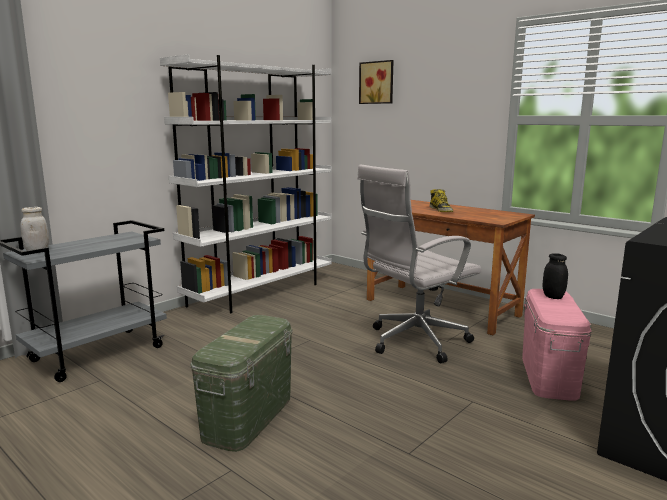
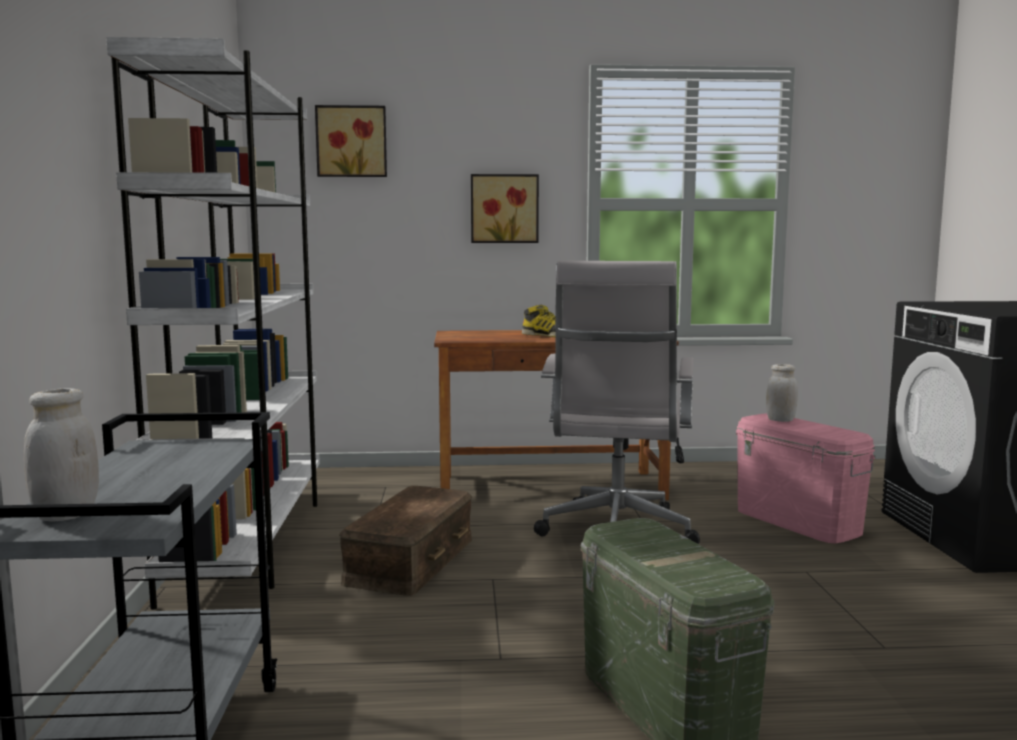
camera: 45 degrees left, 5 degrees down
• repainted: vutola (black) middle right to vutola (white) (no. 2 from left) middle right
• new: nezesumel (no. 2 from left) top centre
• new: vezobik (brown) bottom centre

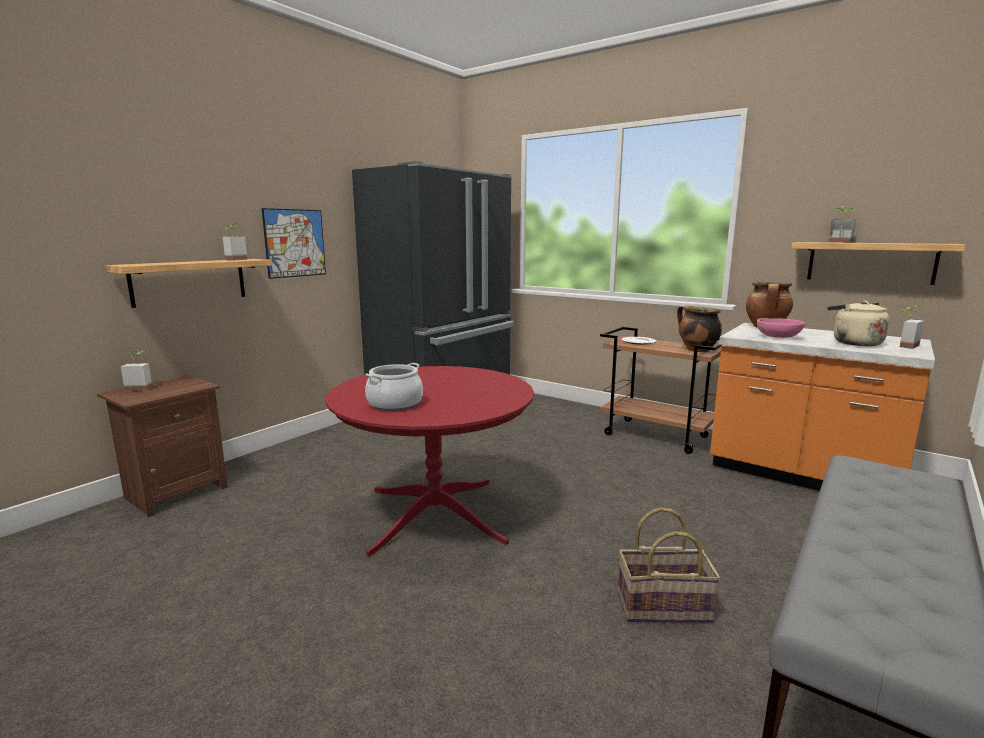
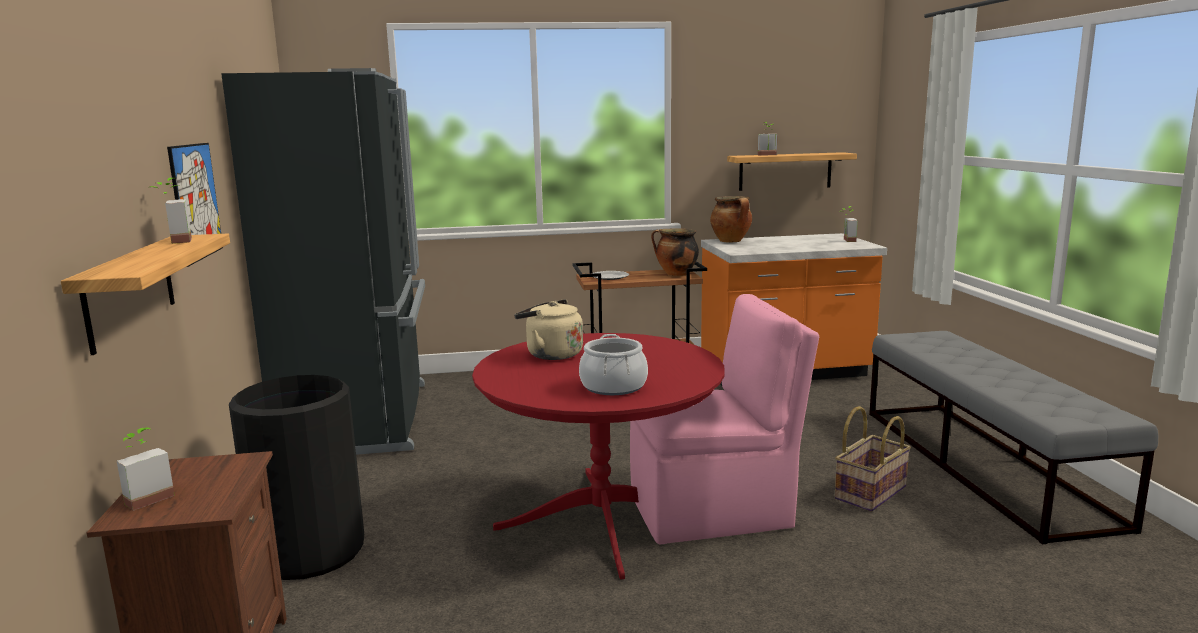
camera: 45 degrees left, 0 degrees up
• shifted: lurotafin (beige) middle right to centre
• gone: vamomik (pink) middle right
• new: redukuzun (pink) centre
• new: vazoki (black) bottom left

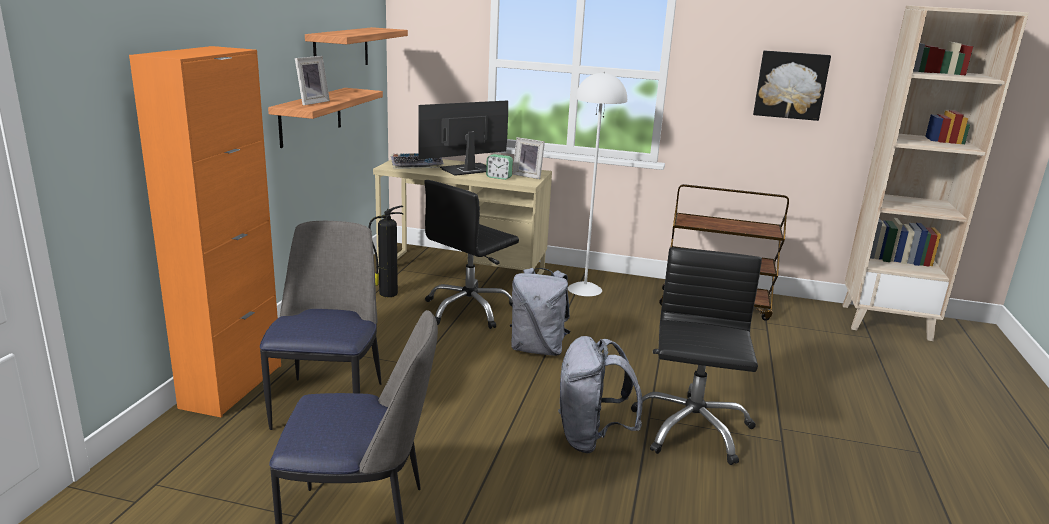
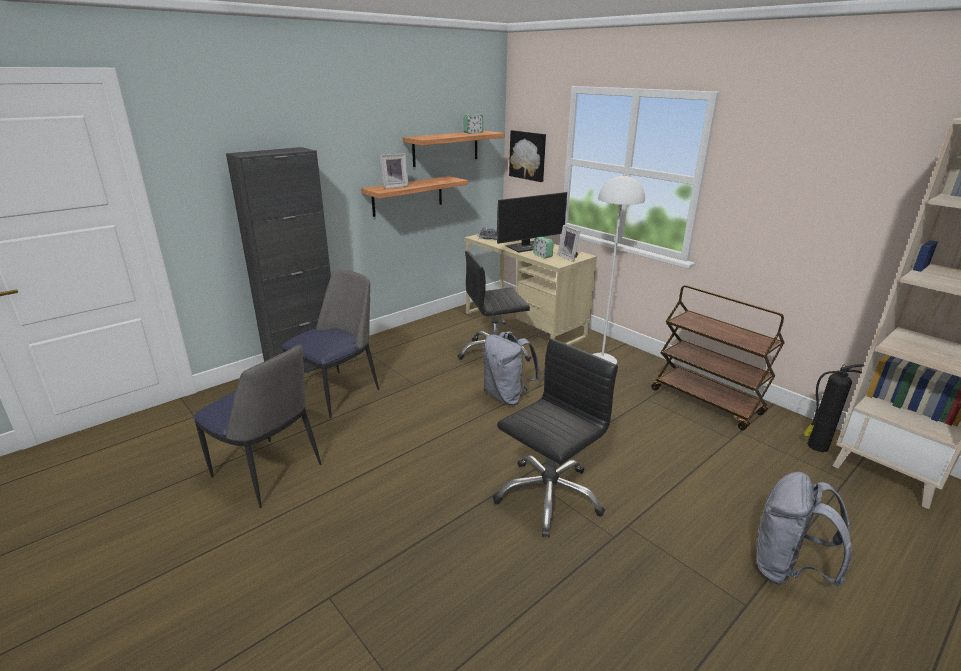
camera: 35 degrees right, 5 degrees up
• repainted: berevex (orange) middle left to berevex (black) middle left
• shifted: nezesumel top right to top centre
• rotated: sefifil top centre = top centre 150 degrees clockwise
• shifted: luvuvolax centre to middle right
• shifted: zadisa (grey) (no. 2 from left) bottom centre to bottom right
• new: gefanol (no. 1 from left) top centre

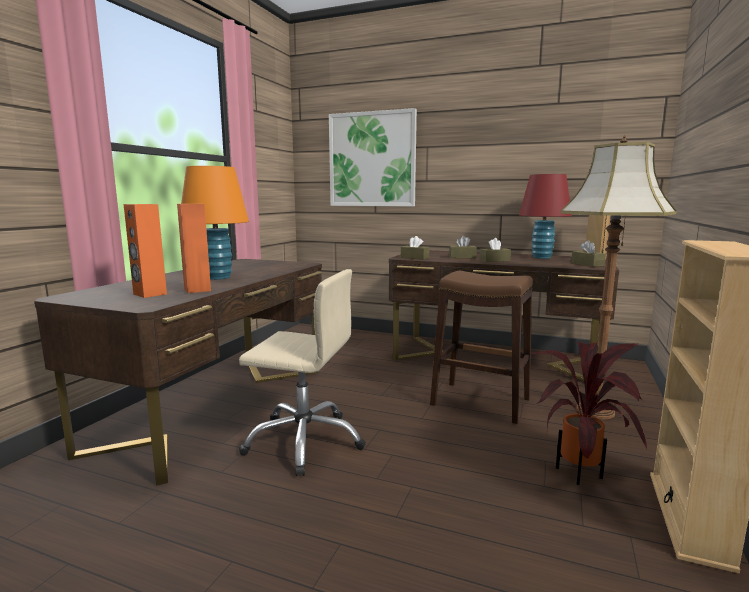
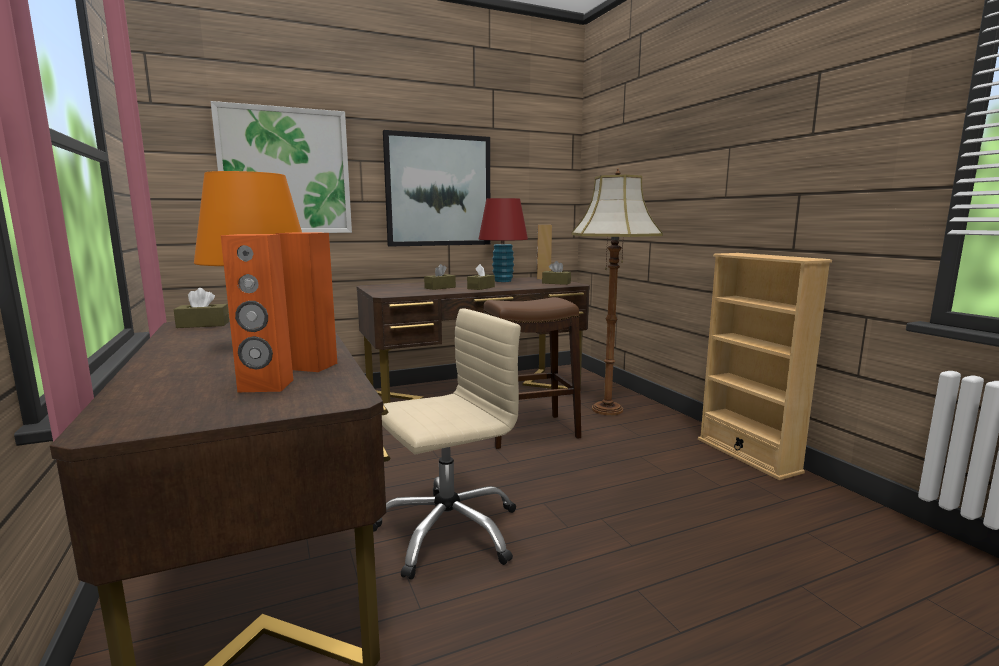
camera: 45 degrees left, 0 degrees up
• shifted: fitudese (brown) (no. 1 from left) centre to middle left
• gone: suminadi bottom right
• new: nezesumel (no. 2 from left) top centre

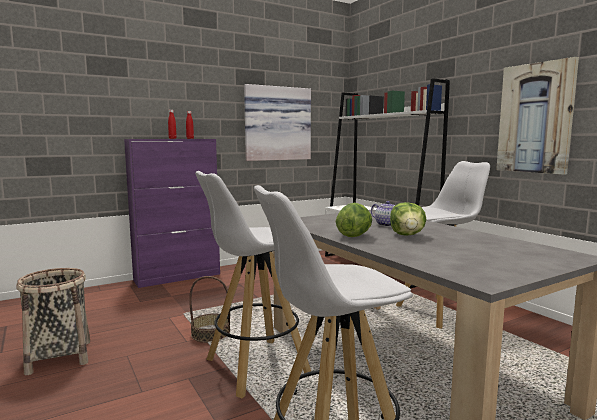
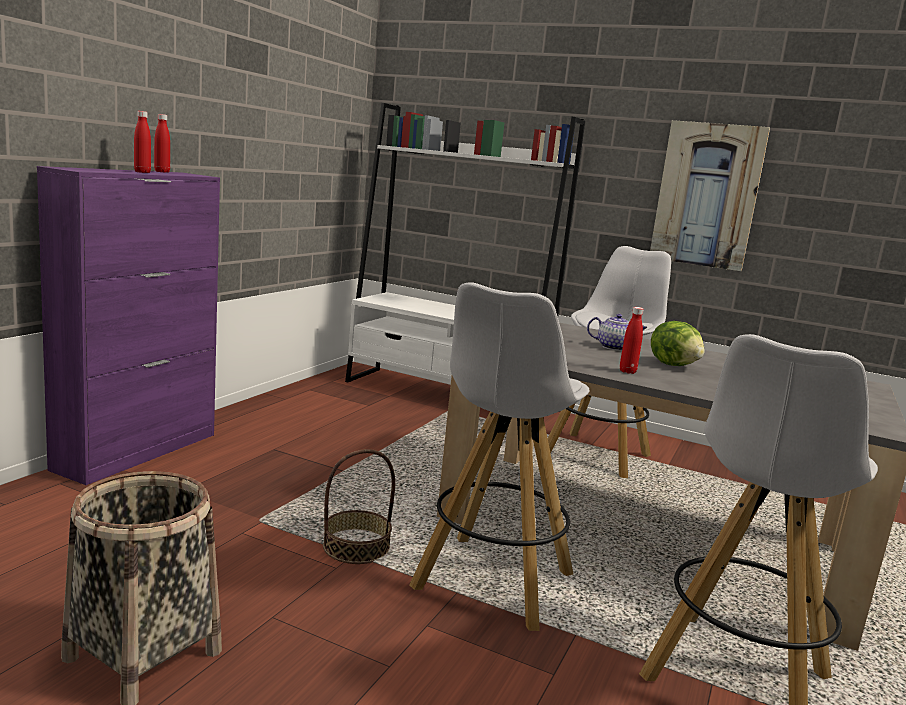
camera: 35 degrees left, 5 degrees up
• gone: nezesumel (no. 1 from left) top centre
• swapped: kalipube (no. 1 from left) centre to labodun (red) (no. 3 from left) middle right

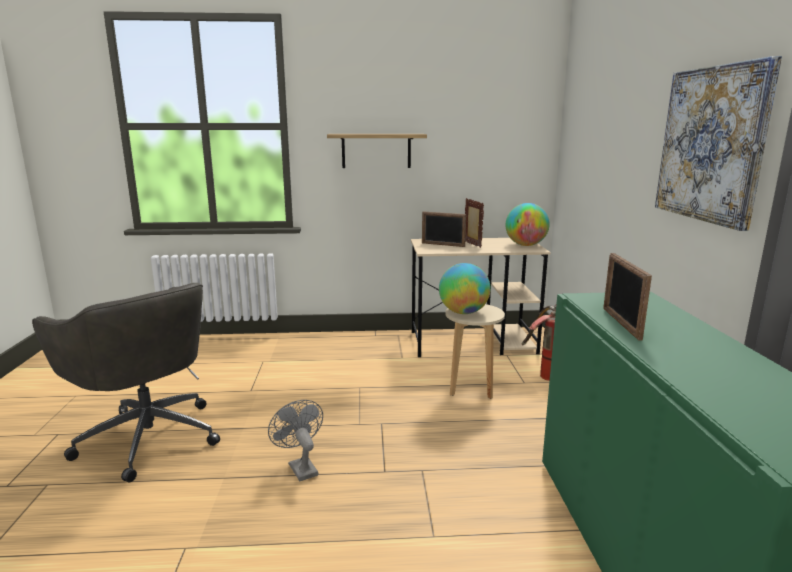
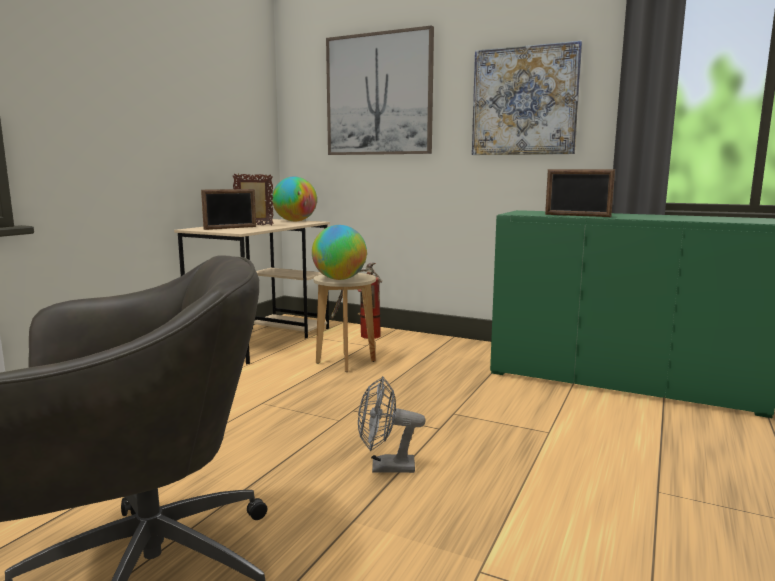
camera: 60 degrees left, 5 degrees down
• gone: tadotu top centre
• new: nezesumel (no. 1 from left) top centre

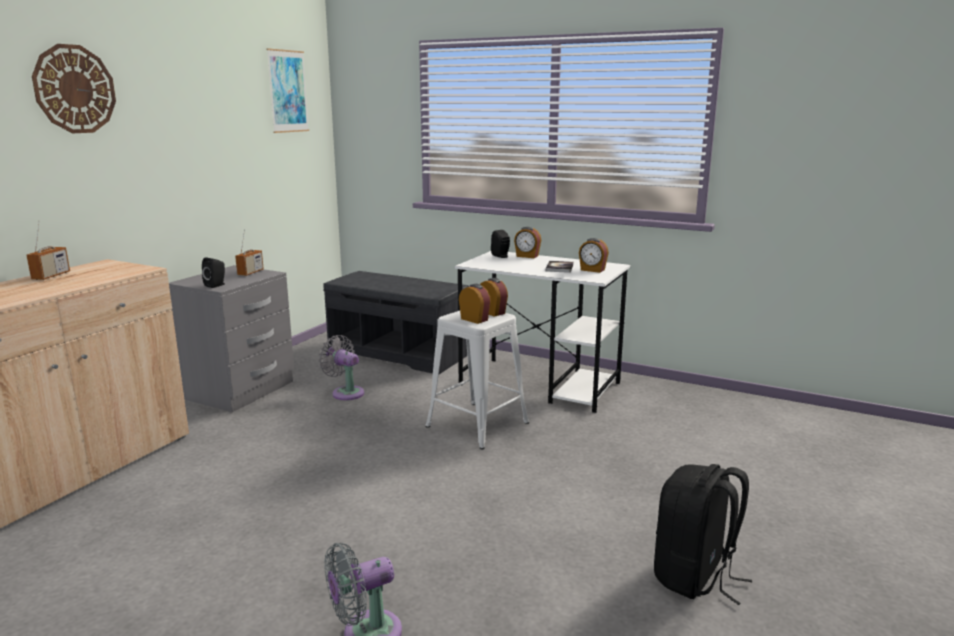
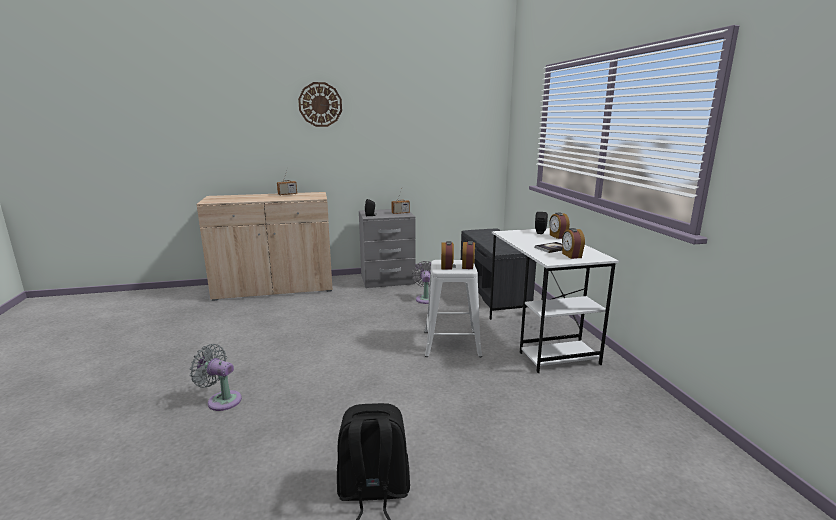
camera: 50 degrees right, 0 degrees up
• gone: nezesumel top left

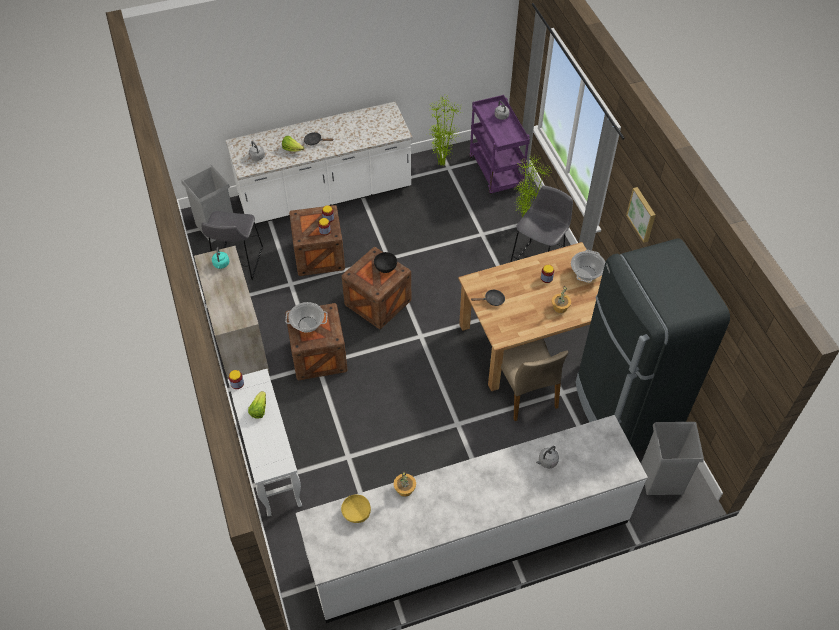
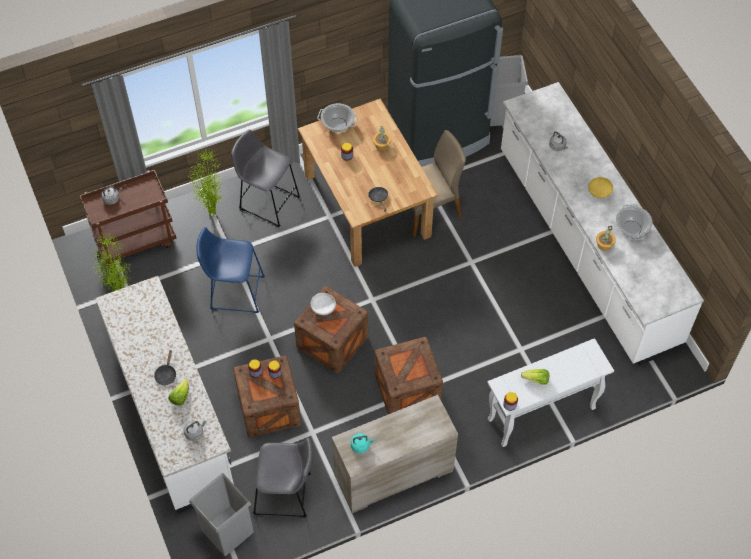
camera: 95 degrees left, 5 degrees up
• repainted: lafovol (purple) top centre to lafovol (brown) middle left
• gone: nezesumel middle right
• repainted: vamomik (black) centre to vamomik (white) centre
• shifted: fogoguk (no. 1 from left in the first image) centre to fogoguk (no. 2 from left) middle right
• shifted: vamomik (yellow) bottom centre to middle right
• new: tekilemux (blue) middle left

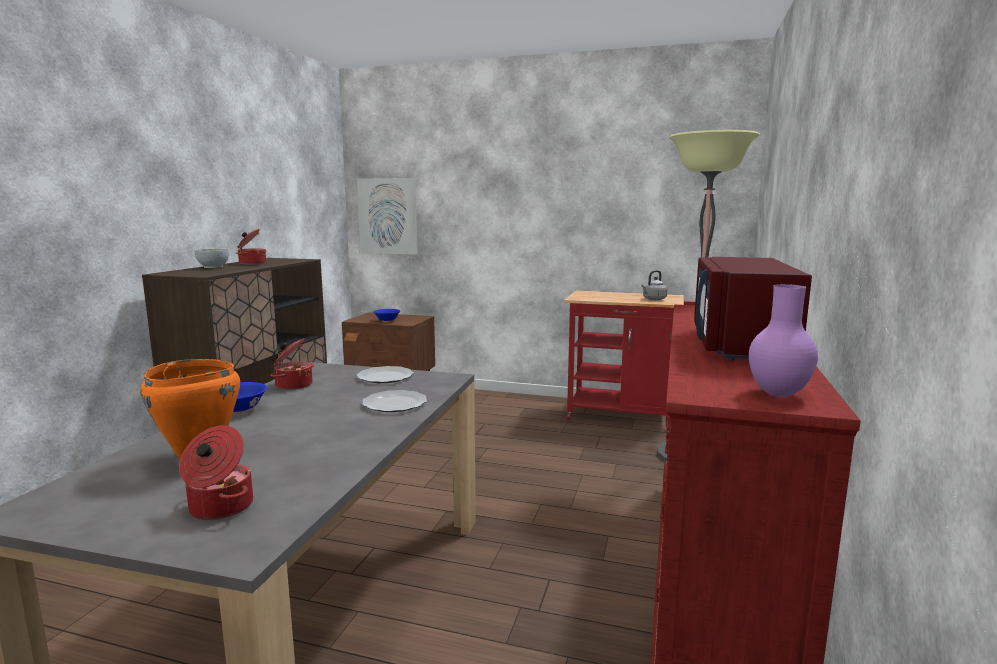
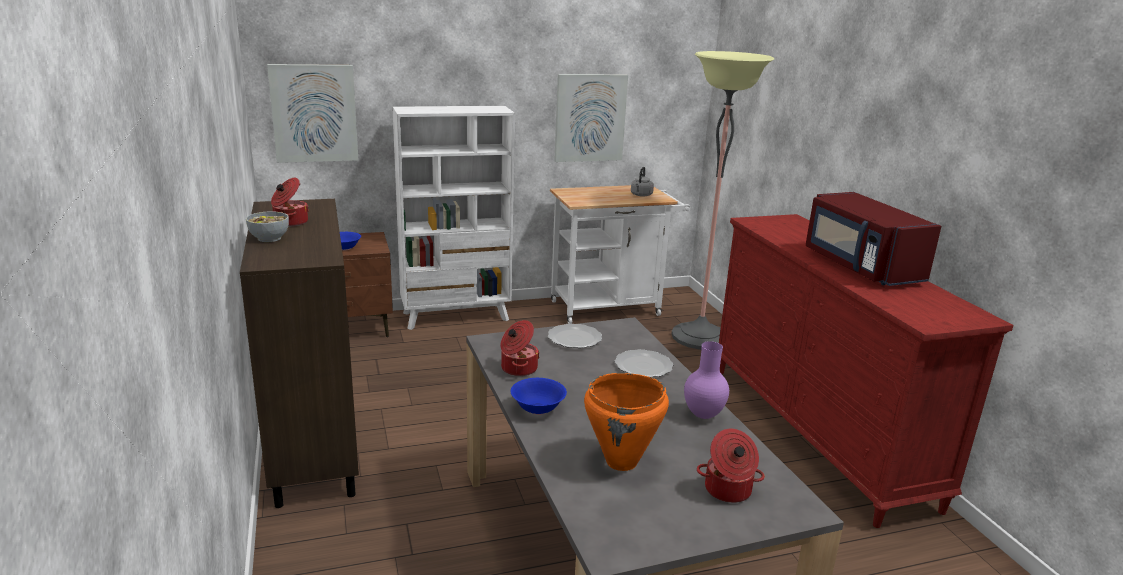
camera: 35 degrees left, 10 degrees up
• shifted: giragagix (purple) middle right to centre
• repainted: lafovol (red) centre to lafovol (white) centre
• new: nezesumel (no. 2 from left) top centre
• new: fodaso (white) centre

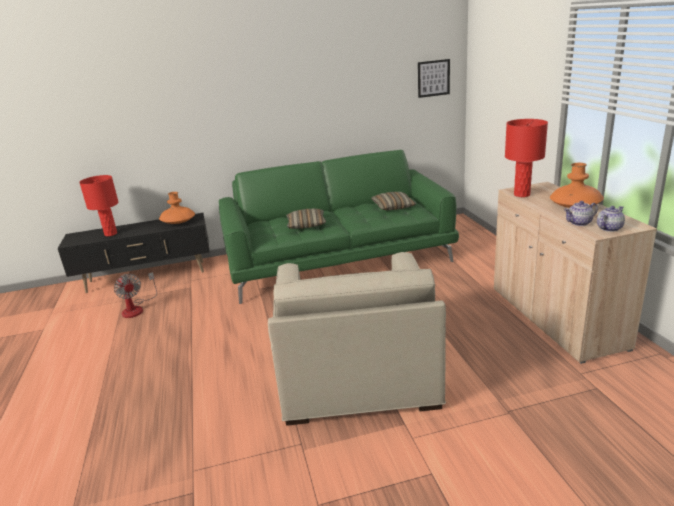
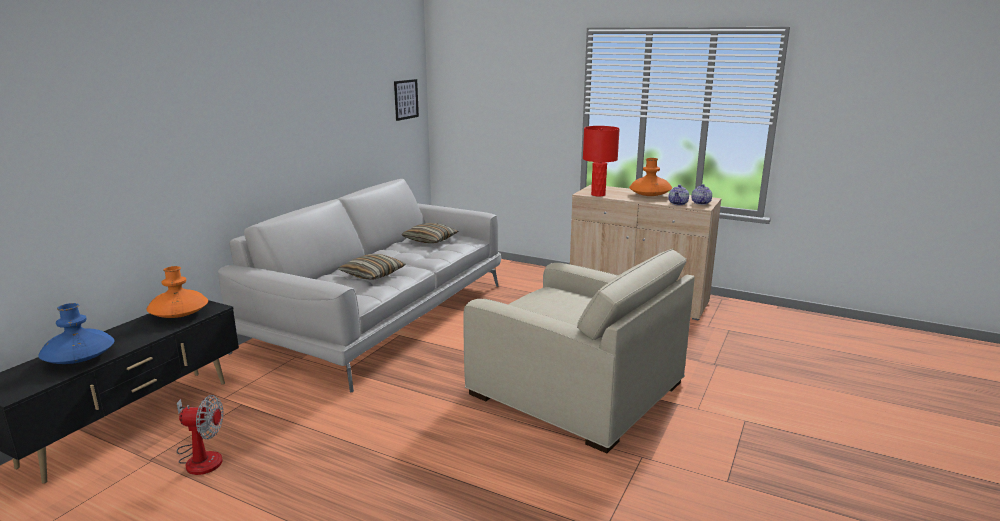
camera: 50 degrees left, 5 degrees down
• repainted: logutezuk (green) centre to logutezuk (grey) centre
• swapped: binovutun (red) (no. 1 from left) middle left to giragagix (blue) middle left

